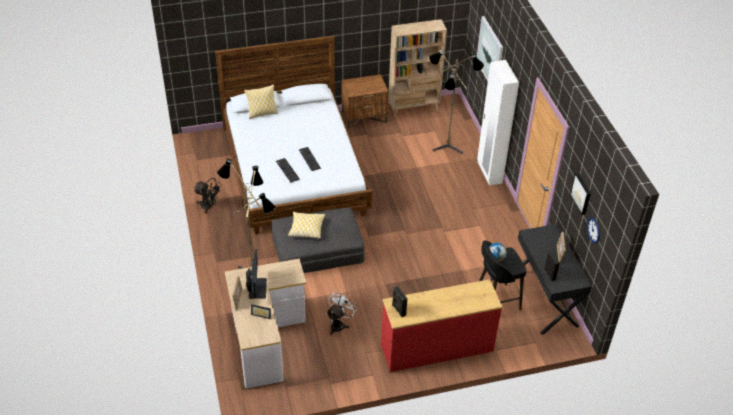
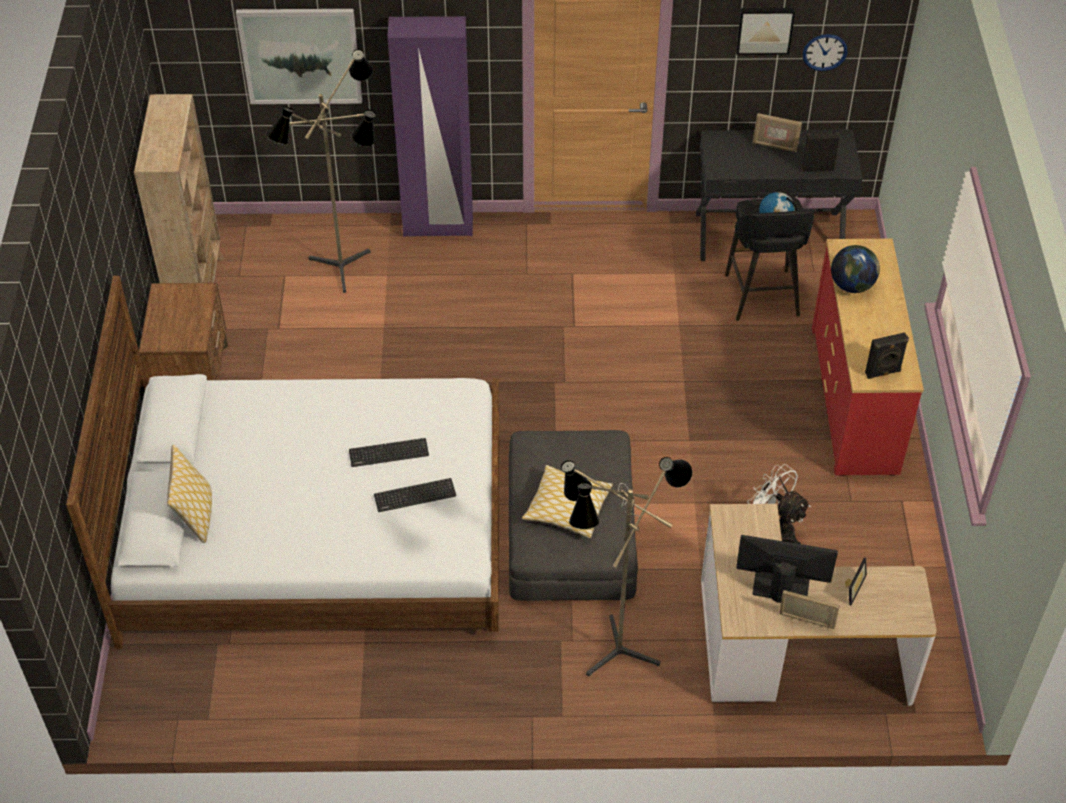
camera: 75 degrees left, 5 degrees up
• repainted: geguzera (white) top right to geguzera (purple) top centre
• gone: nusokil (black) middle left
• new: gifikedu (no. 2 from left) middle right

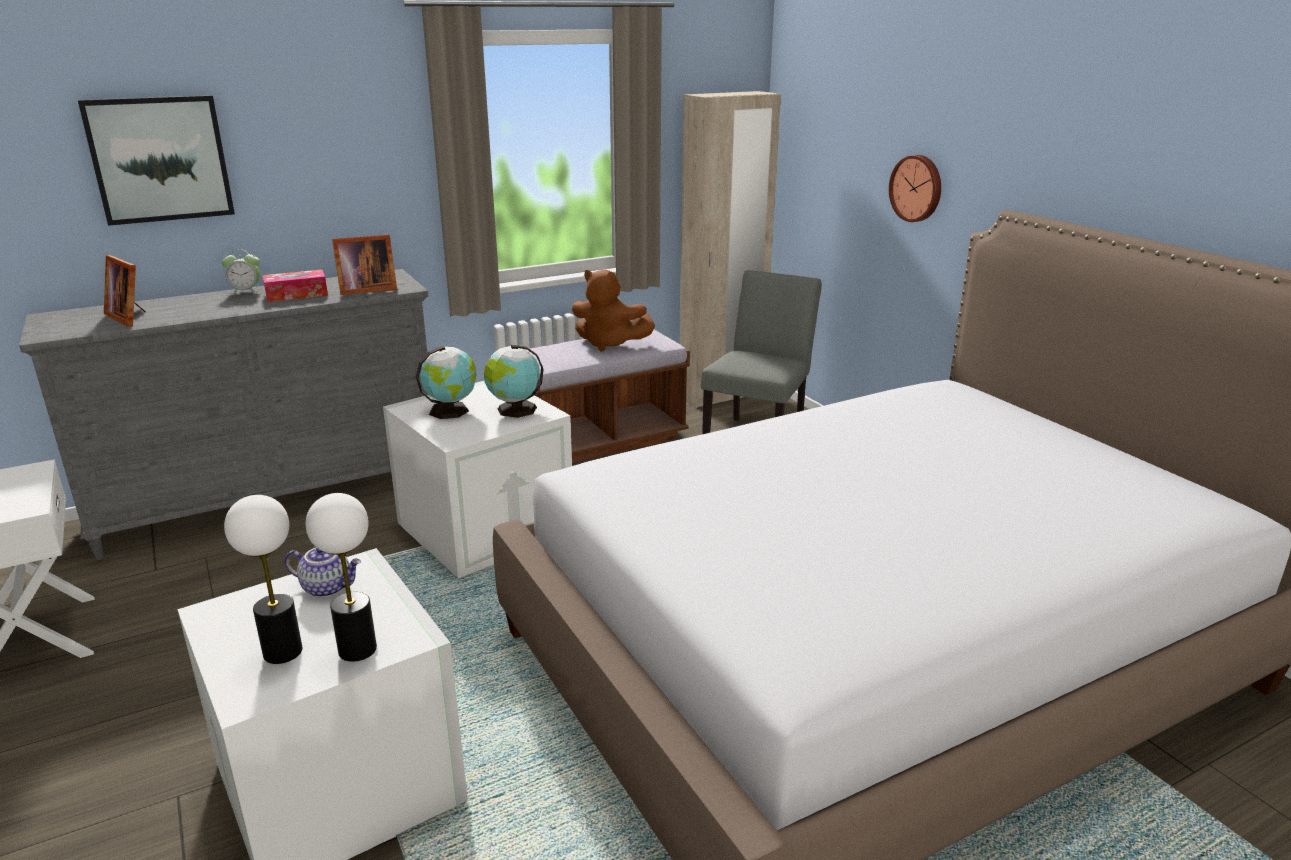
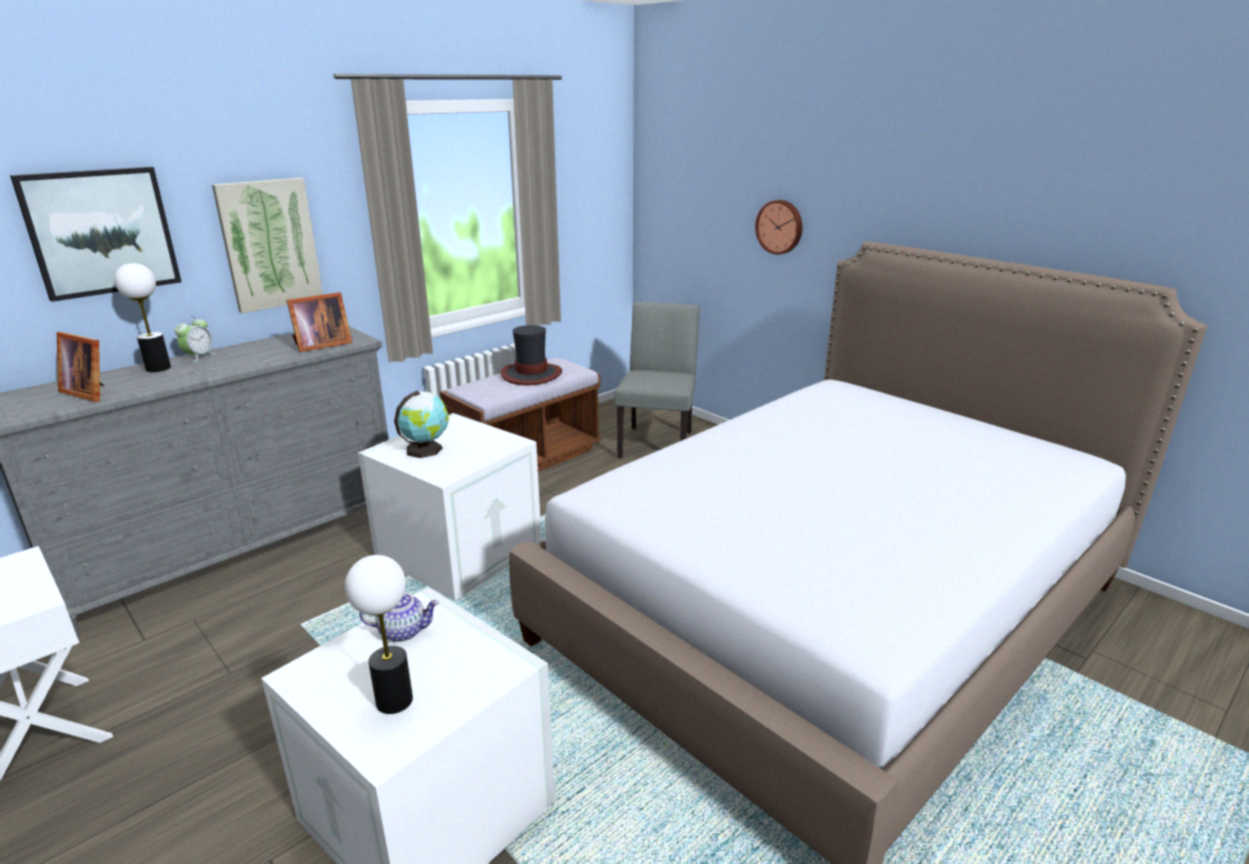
camera: 15 degrees left, 0 degrees up
• gone: geguzera (beige) top centre
• rotated: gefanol top left = middle left 45 degrees counterclockwise
• gone: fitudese top left
• swapped: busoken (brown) centre to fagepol centre
• gone: gifikedu (no. 2 from left) centre
• shifted: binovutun (no. 2 from left in the first image) bottom left to binovutun (no. 1 from left) middle left
• new: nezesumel (no. 2 from left) top left

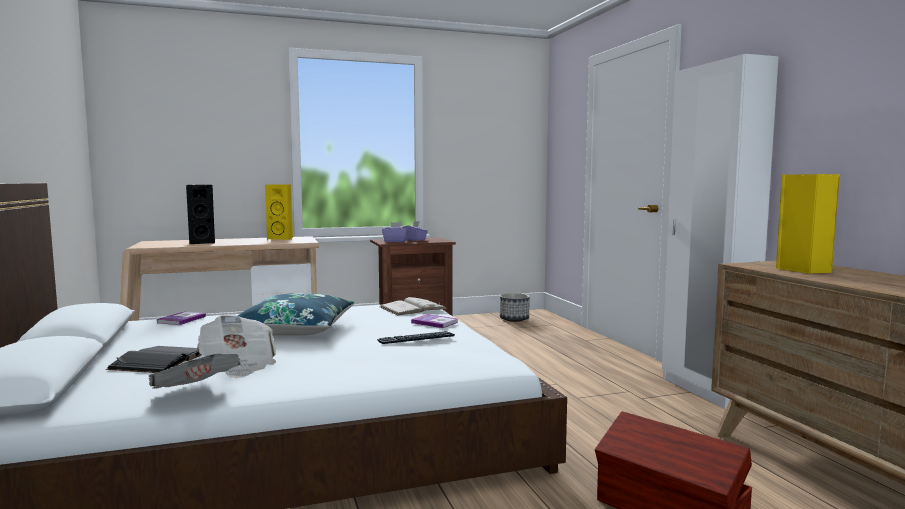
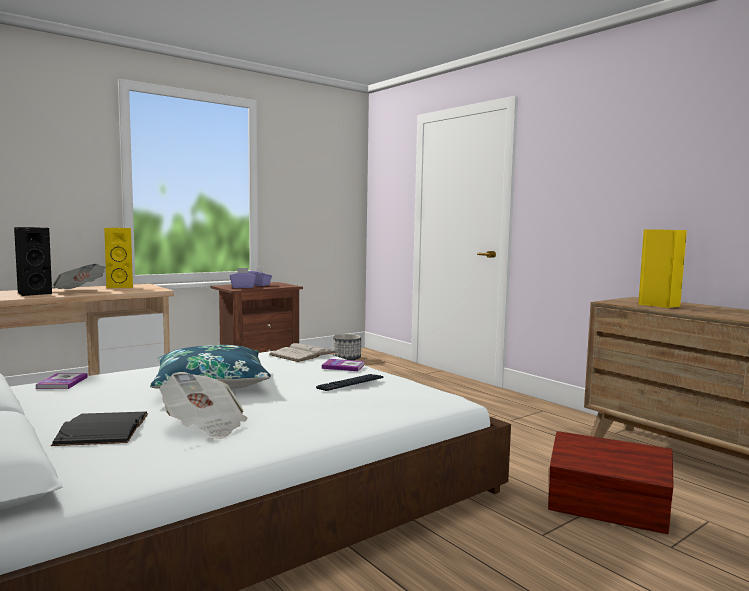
camera: 20 degrees left, 0 degrees up
• gone: geguzera (white) middle right
• shifted: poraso (no. 1 from left) bottom left to middle left

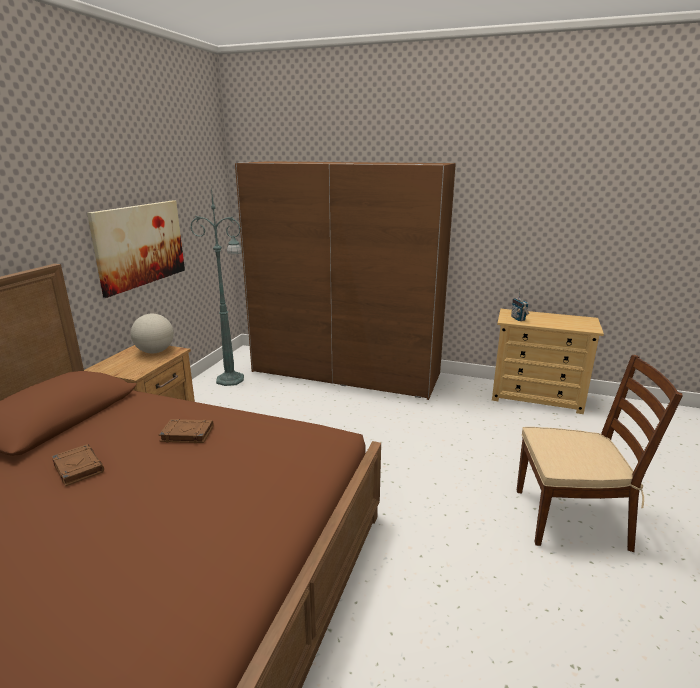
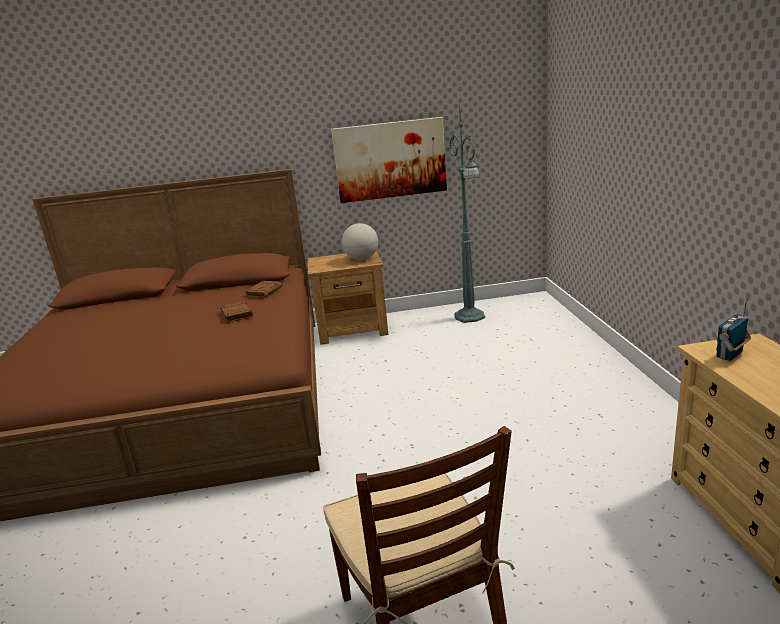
camera: 65 degrees right, 0 degrees up
• gone: geguzera (brown) centre
• shifted: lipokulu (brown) (no. 1 from left in the first image) bottom left to lipokulu (brown) (no. 2 from left) centre

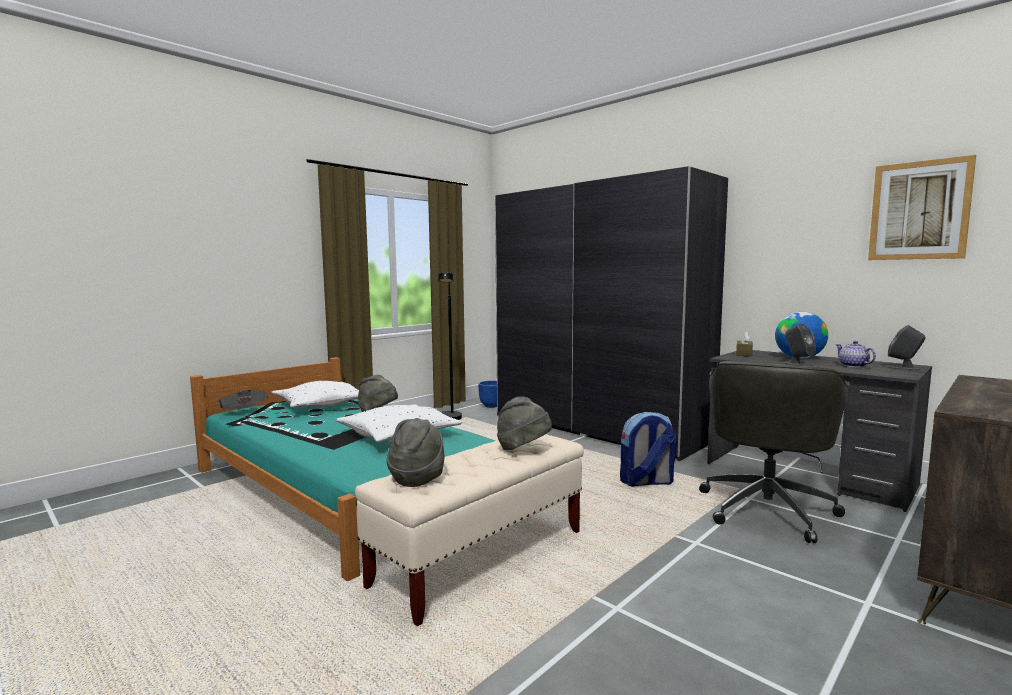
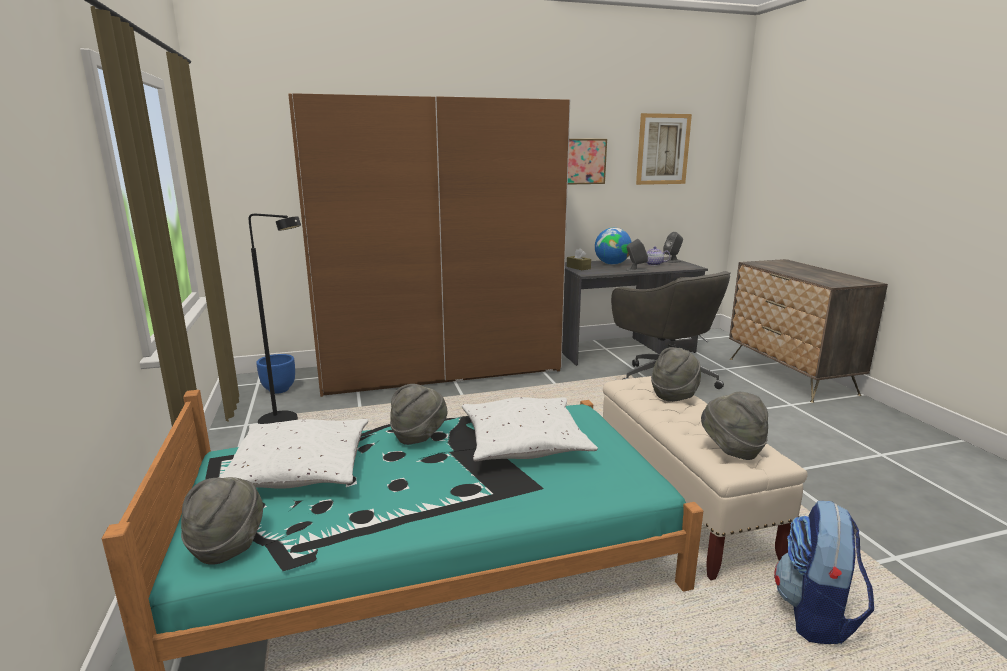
camera: 60 degrees left, 10 degrees up
• repainted: geguzera (grey) centre to geguzera (brown) centre
• swapped: poraso middle left to fagepol (grey) (no. 1 from left) bottom left
• shifted: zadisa centre to bottom right
• new: nezesumel (no. 1 from left) top centre

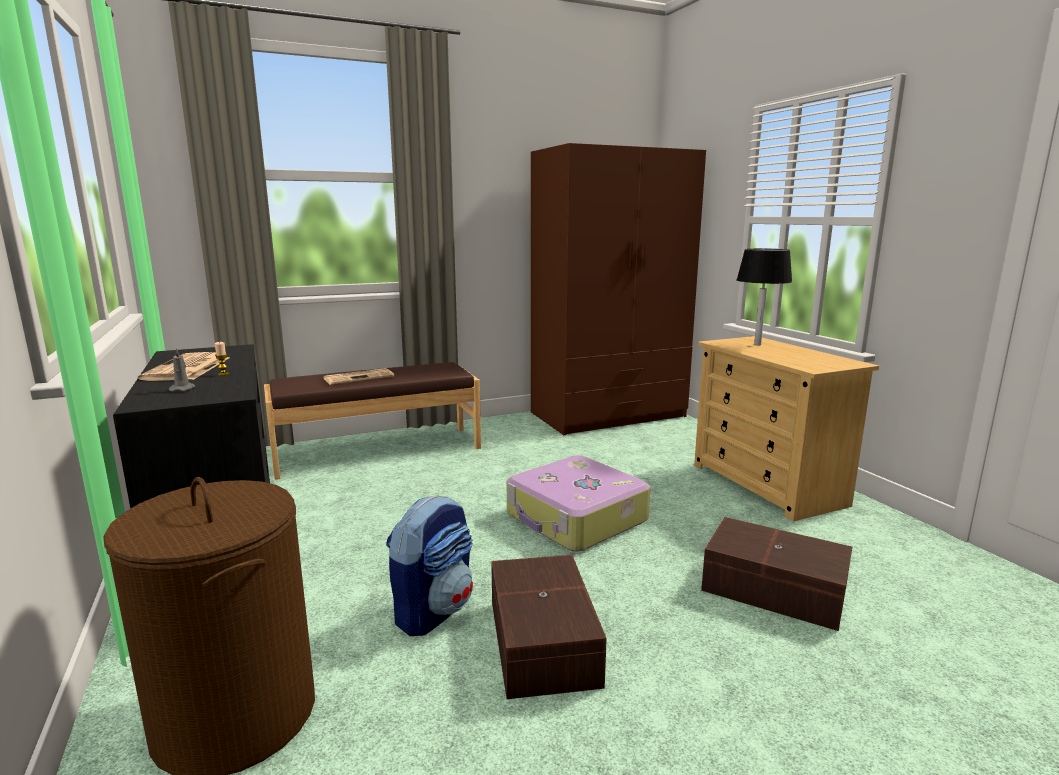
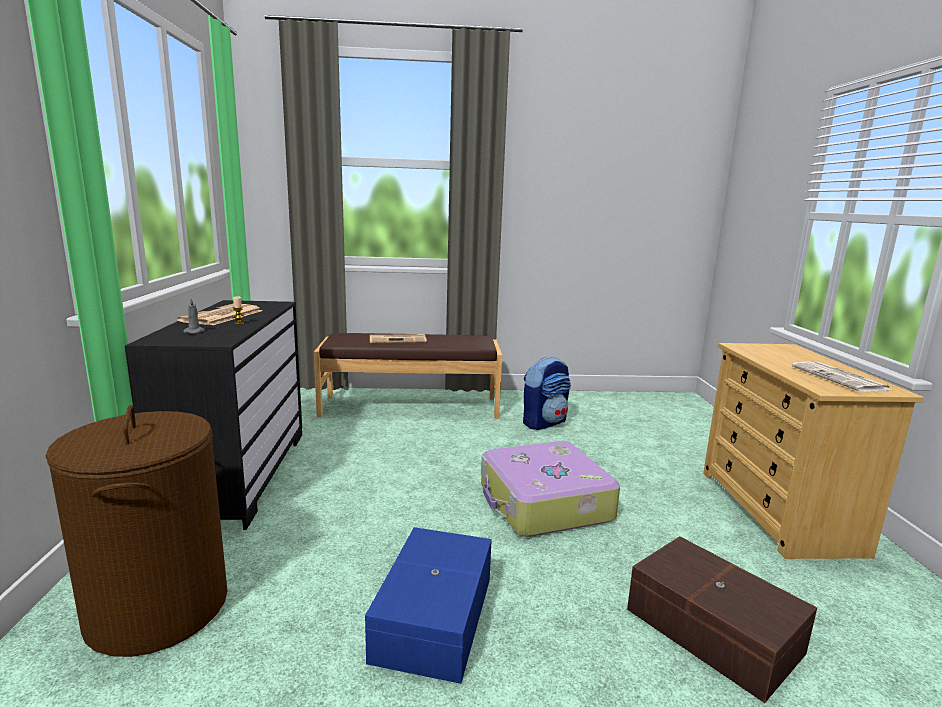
camera: 20 degrees right, 0 degrees up
• gone: geguzera (brown) centre
• gone: binovutun (black) middle right
• shifted: zadisa bottom centre to centre
• repainted: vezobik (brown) (no. 1 from left) bottom centre to vezobik (blue) bottom centre
• new: poraso (no. 3 from left) middle right

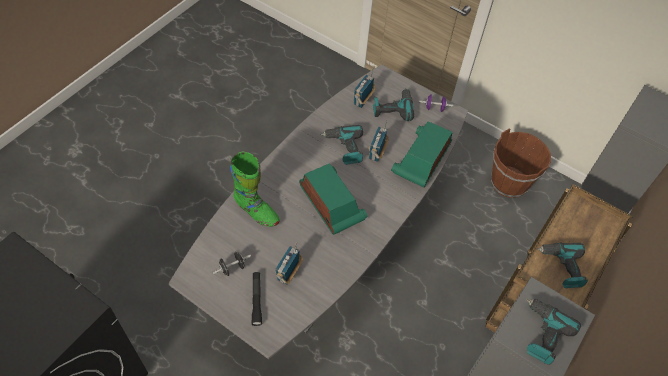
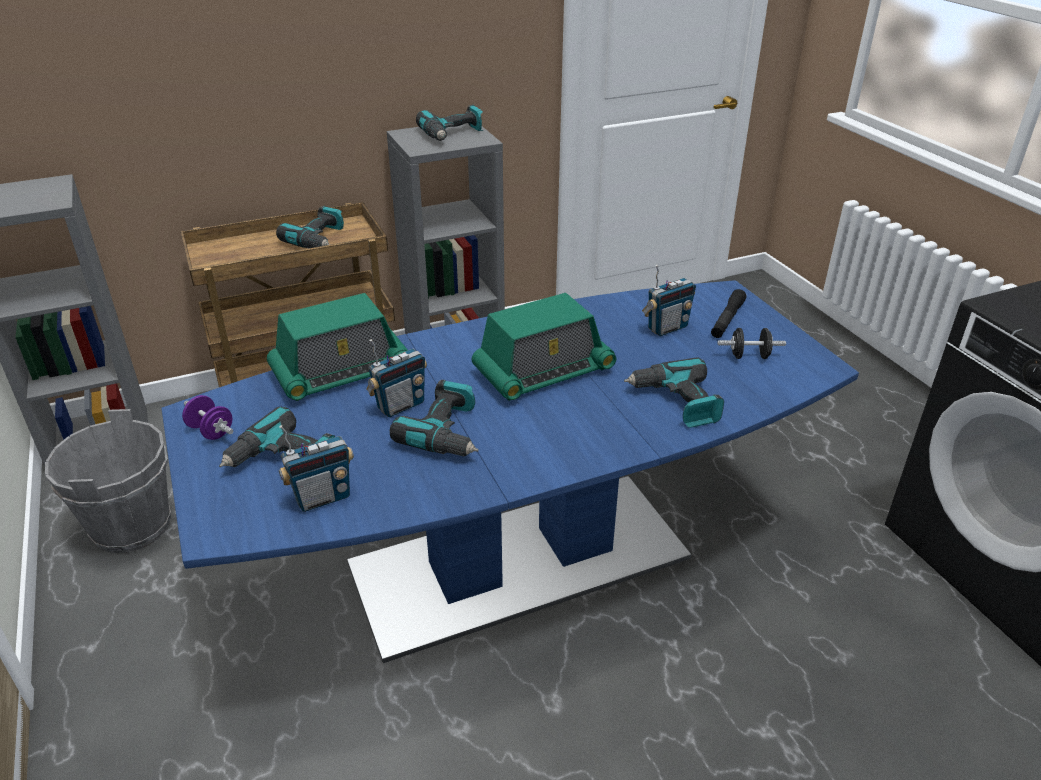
camera: 145 degrees left, 20 degrees down
• repainted: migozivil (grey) centre to migozivil (blue) centre
• repainted: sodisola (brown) middle right to sodisola (grey) middle left
• swapped: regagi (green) centre to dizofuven (no. 5 from left) centre
• rotated: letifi (no. 2 from left in the first image) centre = centre 120 degrees counterclockwise

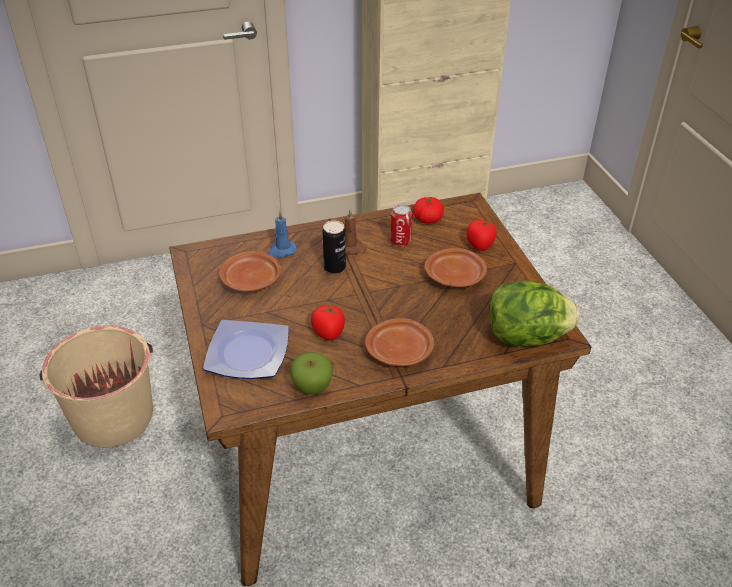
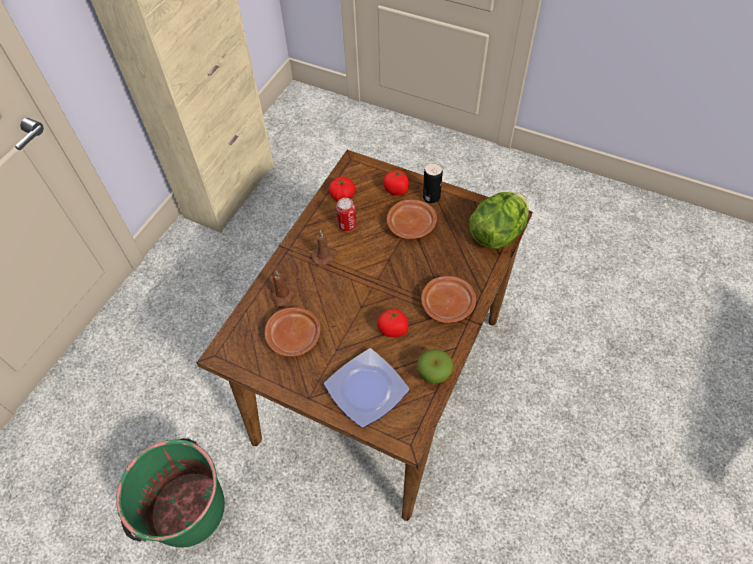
camera: 45 degrees left, 15 degrees up
• repainted: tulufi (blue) centre to tulufi (brown) (no. 1 from left) centre
• shifted: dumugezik (no. 1 from left in the first image) centre to dumugezik (no. 2 from left) top centre
• repainted: sodisola (beige) middle left to sodisola (green) bottom left

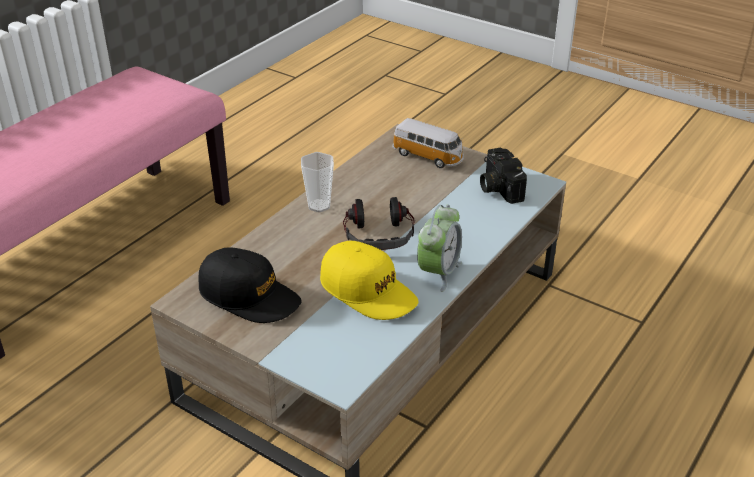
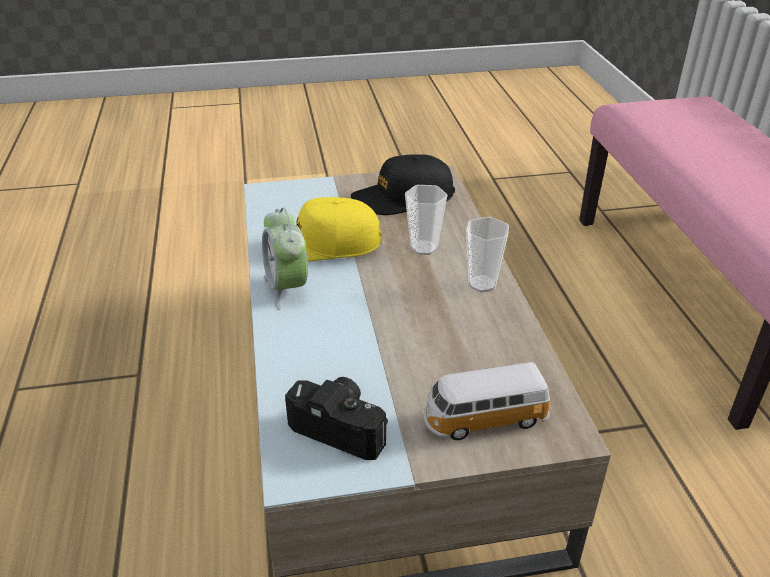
camera: 135 degrees right, 0 degrees up
• gone: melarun centre
• new: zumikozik (no. 1 from left) centre

